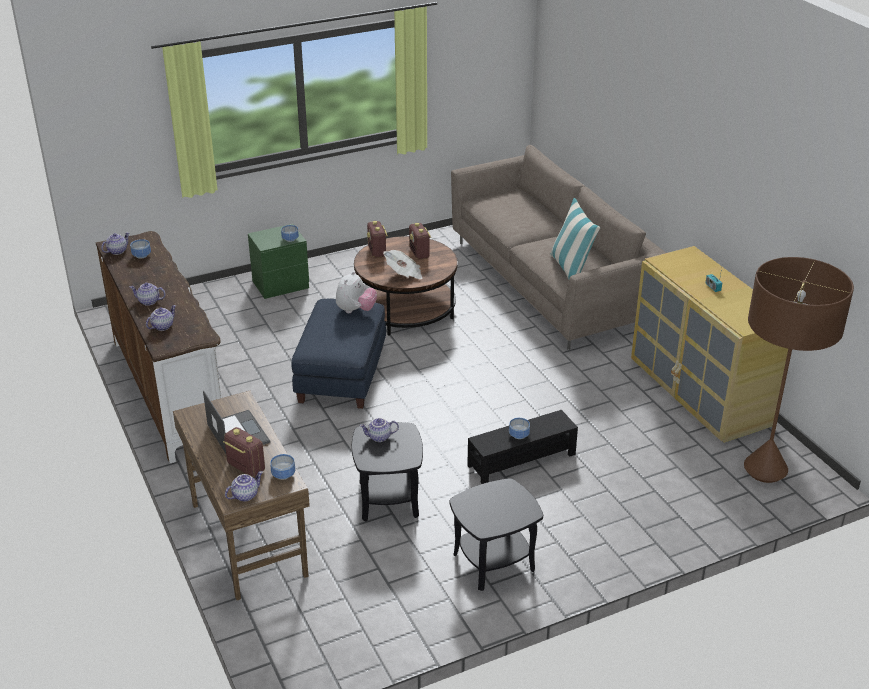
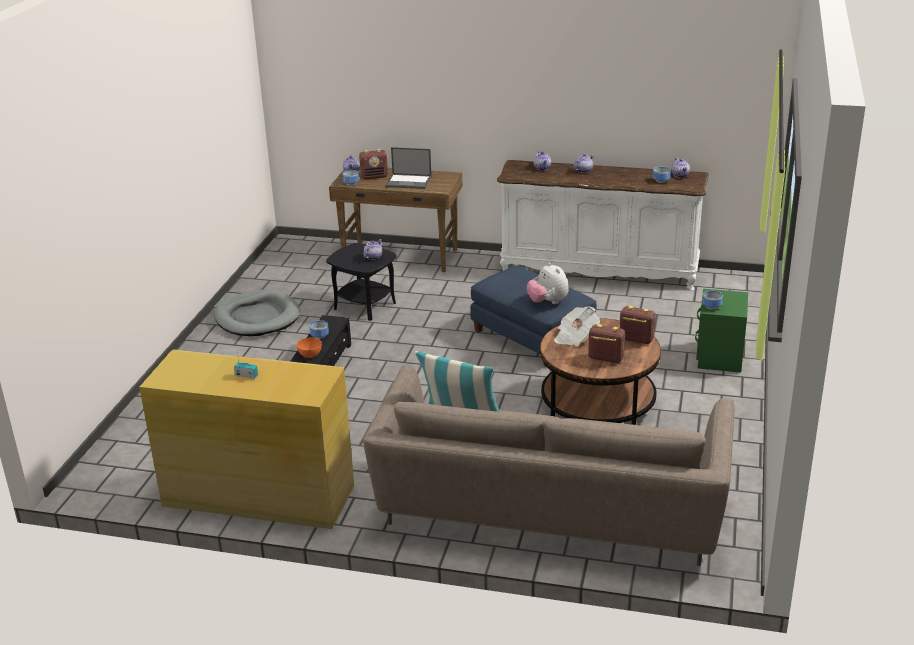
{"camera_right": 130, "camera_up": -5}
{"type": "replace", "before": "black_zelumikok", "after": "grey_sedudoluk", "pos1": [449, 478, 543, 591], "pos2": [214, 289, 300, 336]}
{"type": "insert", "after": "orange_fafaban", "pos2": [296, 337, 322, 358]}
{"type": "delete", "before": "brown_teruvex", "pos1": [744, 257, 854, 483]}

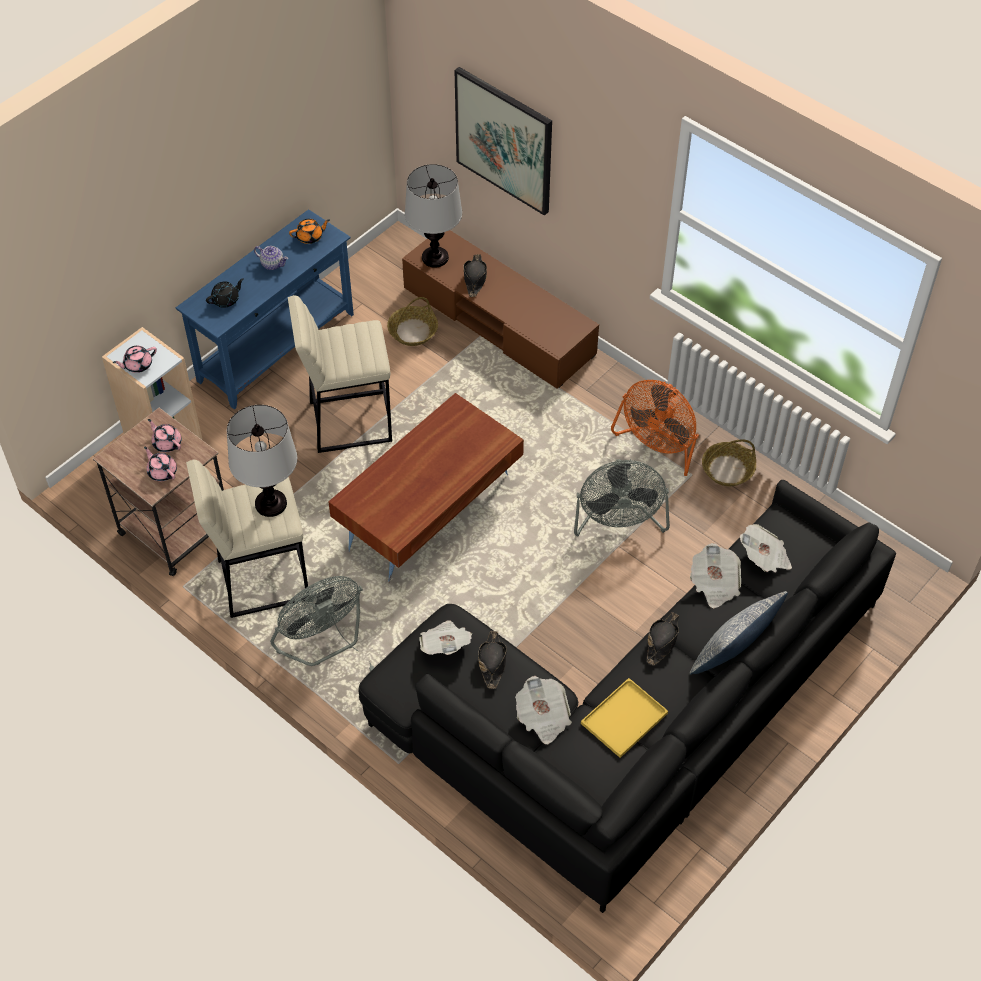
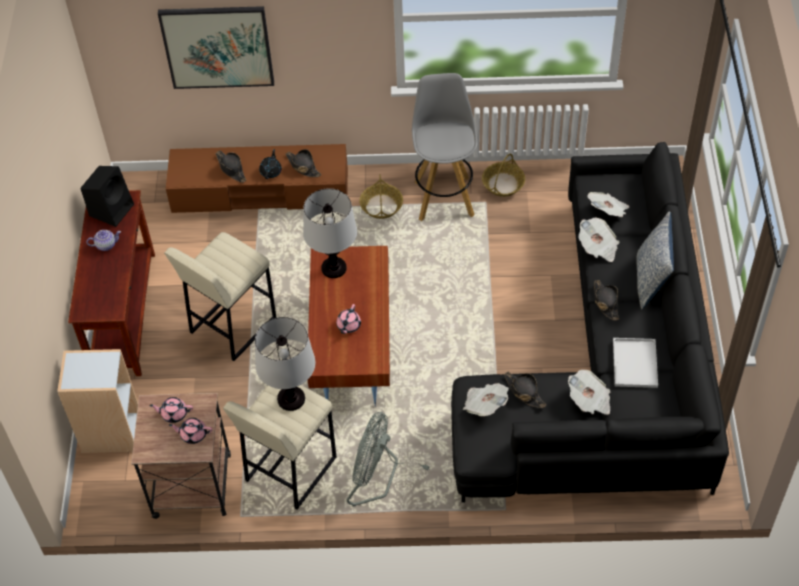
{"camera_right": -40, "camera_up": 0}
{"type": "recolor", "before": "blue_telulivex", "after": "brown_telulivex", "pos1": [176, 209, 354, 409], "pos2": [68, 190, 155, 376]}
{"type": "replace", "before": "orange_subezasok", "after": "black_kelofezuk", "pos1": [289, 219, 330, 244], "pos2": [81, 166, 134, 227]}
{"type": "move", "before": "black_subezasok", "pos1": [206, 278, 244, 308], "pos2": [259, 149, 282, 179]}
{"type": "insert", "after": "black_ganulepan", "pos2": [285, 149, 322, 177]}
{"type": "move", "before": "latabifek", "pos1": [405, 164, 462, 268], "pos2": [303, 188, 357, 278]}
{"type": "move", "before": "pink_subezasok", "pos1": [113, 346, 157, 373], "pos2": [336, 304, 361, 334]}
{"type": "move", "before": "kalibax", "pos1": [387, 297, 438, 346], "pos2": [359, 174, 403, 219]}
{"type": "replace", "before": "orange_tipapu", "after": "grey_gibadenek", "pos1": [611, 380, 699, 476], "pos2": [412, 73, 478, 221]}
{"type": "recolor", "before": "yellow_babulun", "after": "white_babulun", "pos1": [581, 678, 668, 758], "pos2": [613, 338, 658, 388]}
{"type": "delete", "before": "grey_tipapu", "pos1": [574, 459, 670, 537]}

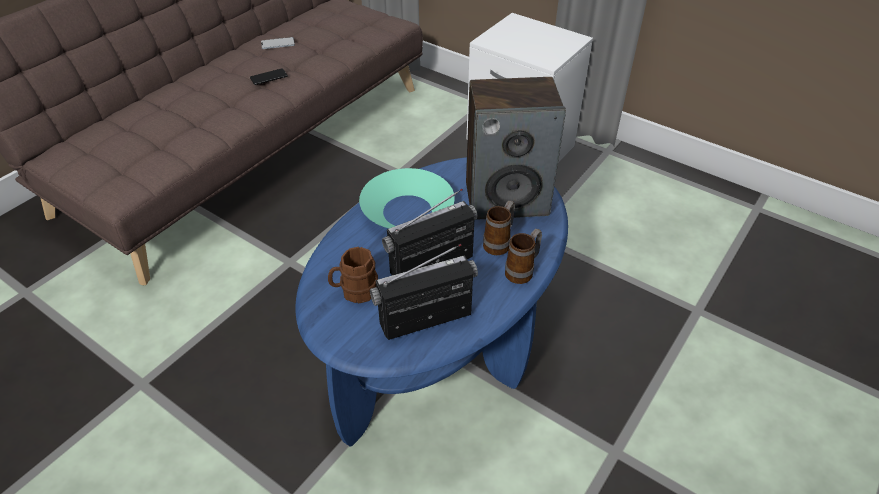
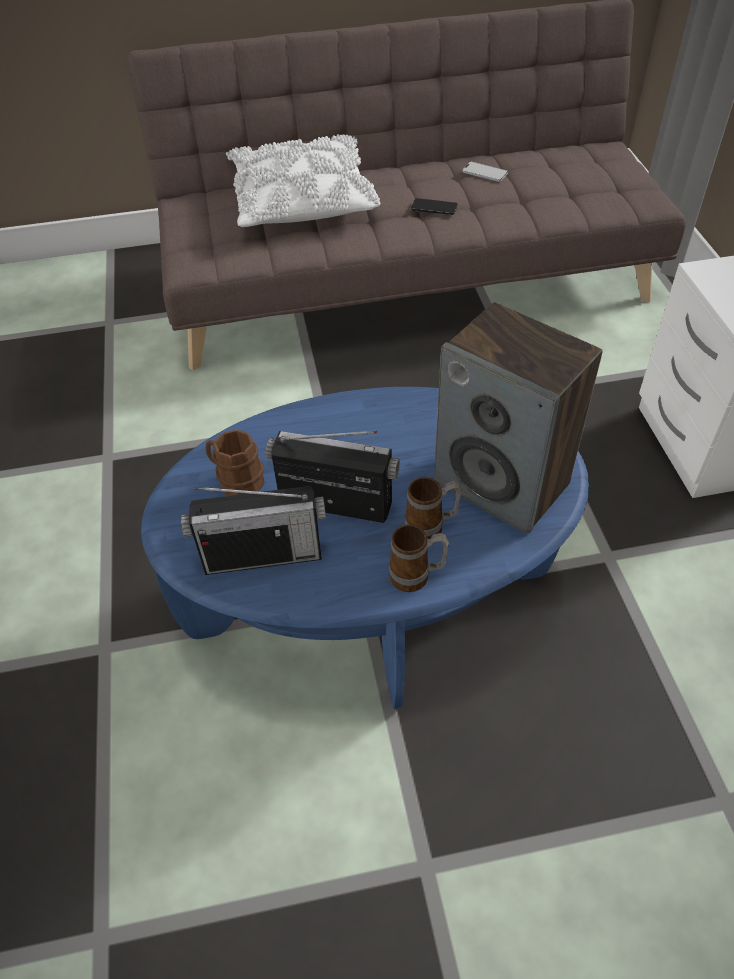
{"camera_right": 45, "camera_up": 5}
{"type": "rotate", "before": "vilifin", "pos1": [370, 244, 478, 340], "pos2": [181, 486, 326, 575], "turn": 150}
{"type": "insert", "after": "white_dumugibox", "pos2": [226, 134, 380, 227]}
{"type": "delete", "before": "turquoise_fafaban", "pos1": [359, 168, 455, 228]}

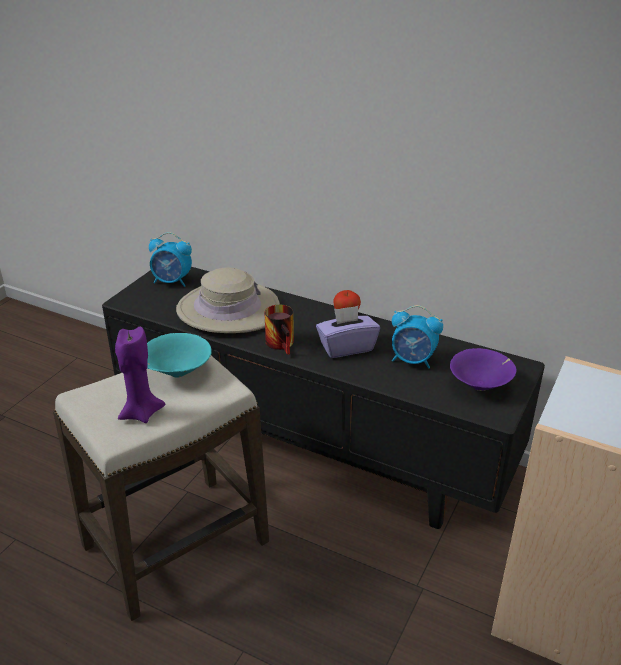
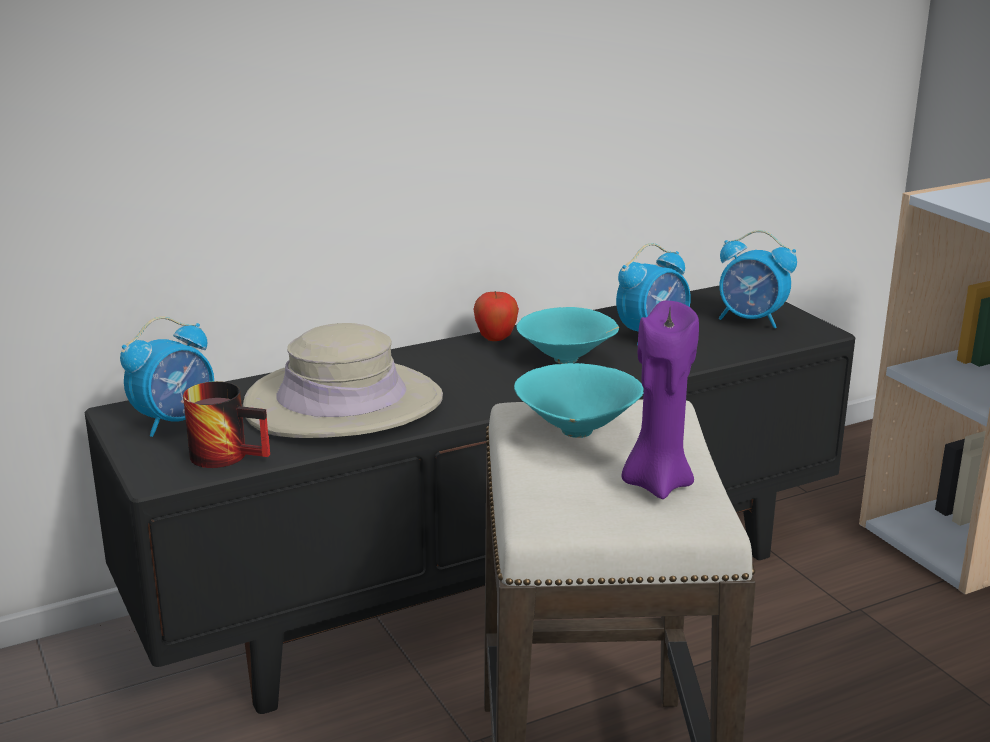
{"camera_right": -55, "camera_up": -10}
{"type": "move", "before": "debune", "pos1": [264, 304, 294, 355], "pos2": [183, 381, 270, 468]}
{"type": "replace", "before": "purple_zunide", "after": "turquoise_fafaban", "pos1": [316, 306, 380, 358], "pos2": [516, 307, 619, 364]}
{"type": "replace", "before": "purple_fafaban", "after": "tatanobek", "pos1": [450, 348, 517, 391], "pos2": [719, 230, 797, 328]}

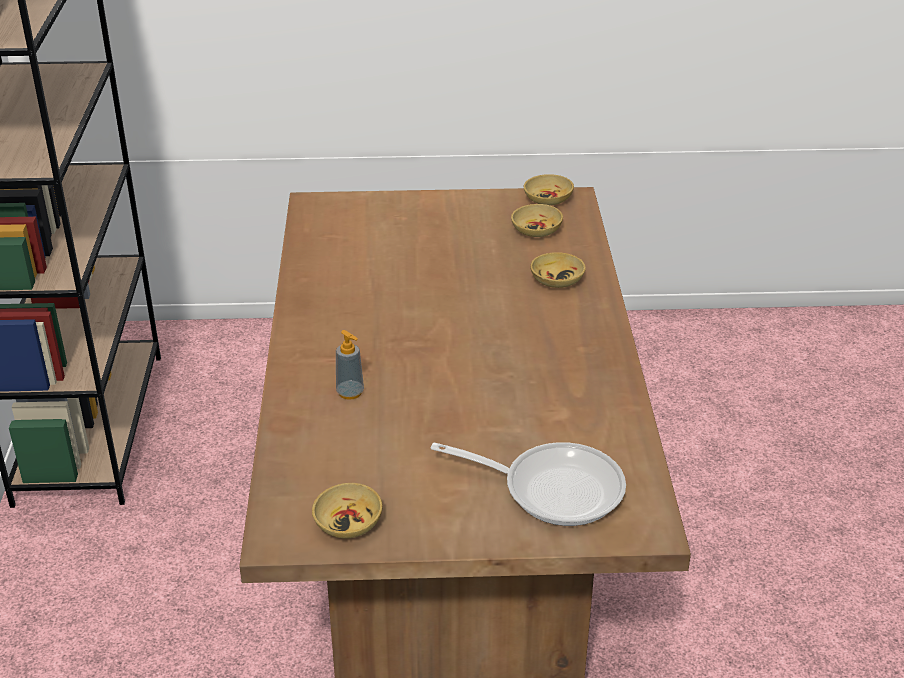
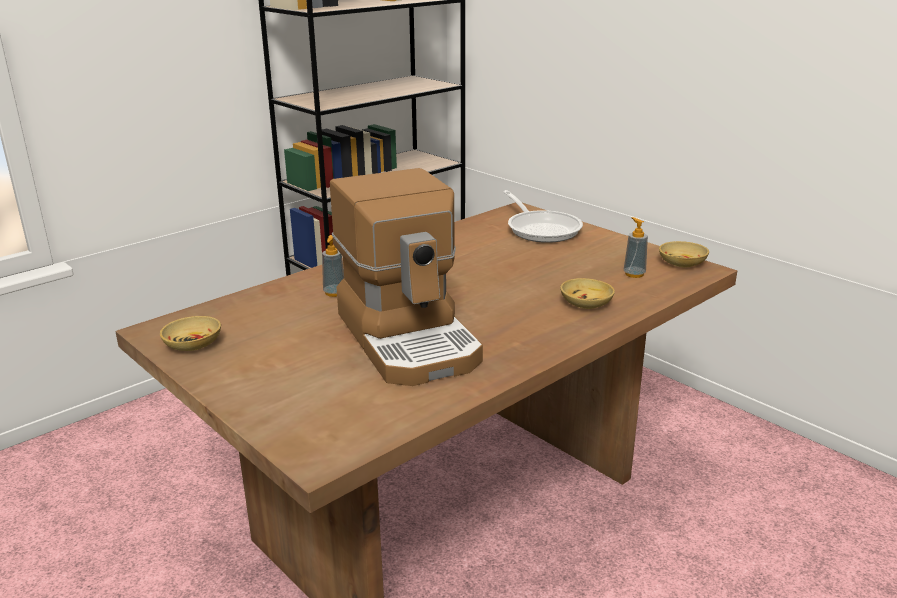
{"camera_right": 50, "camera_up": -10}
{"type": "insert", "after": "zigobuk", "pos2": [330, 168, 483, 386]}
{"type": "move", "before": "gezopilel", "pos1": [431, 442, 626, 526], "pos2": [503, 190, 583, 243]}
{"type": "replace", "before": "beige_fafaban", "after": "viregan", "pos1": [511, 204, 563, 237], "pos2": [624, 217, 648, 278]}

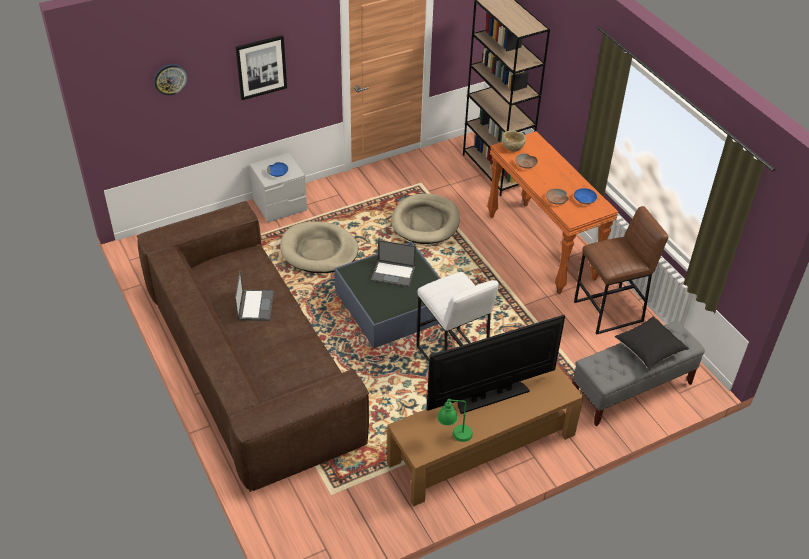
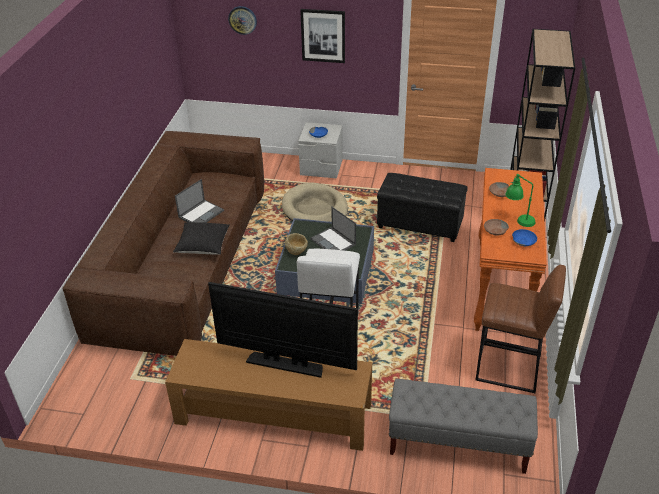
{"camera_right": 40, "camera_up": -5}
{"type": "move", "before": "black_dumugibox", "pos1": [614, 316, 689, 370], "pos2": [173, 222, 230, 255]}
{"type": "move", "before": "beige_fafaban", "pos1": [502, 131, 526, 152], "pos2": [285, 233, 308, 255]}
{"type": "replace", "before": "beige_sedudoluk", "after": "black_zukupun", "pos1": [391, 194, 460, 244], "pos2": [377, 173, 467, 242]}
{"type": "move", "before": "green_latabifek", "pos1": [437, 399, 473, 442], "pos2": [505, 174, 536, 227]}

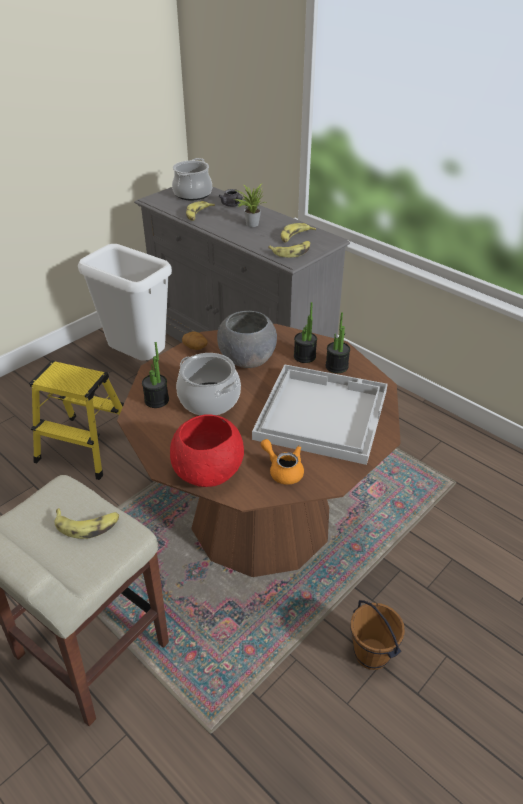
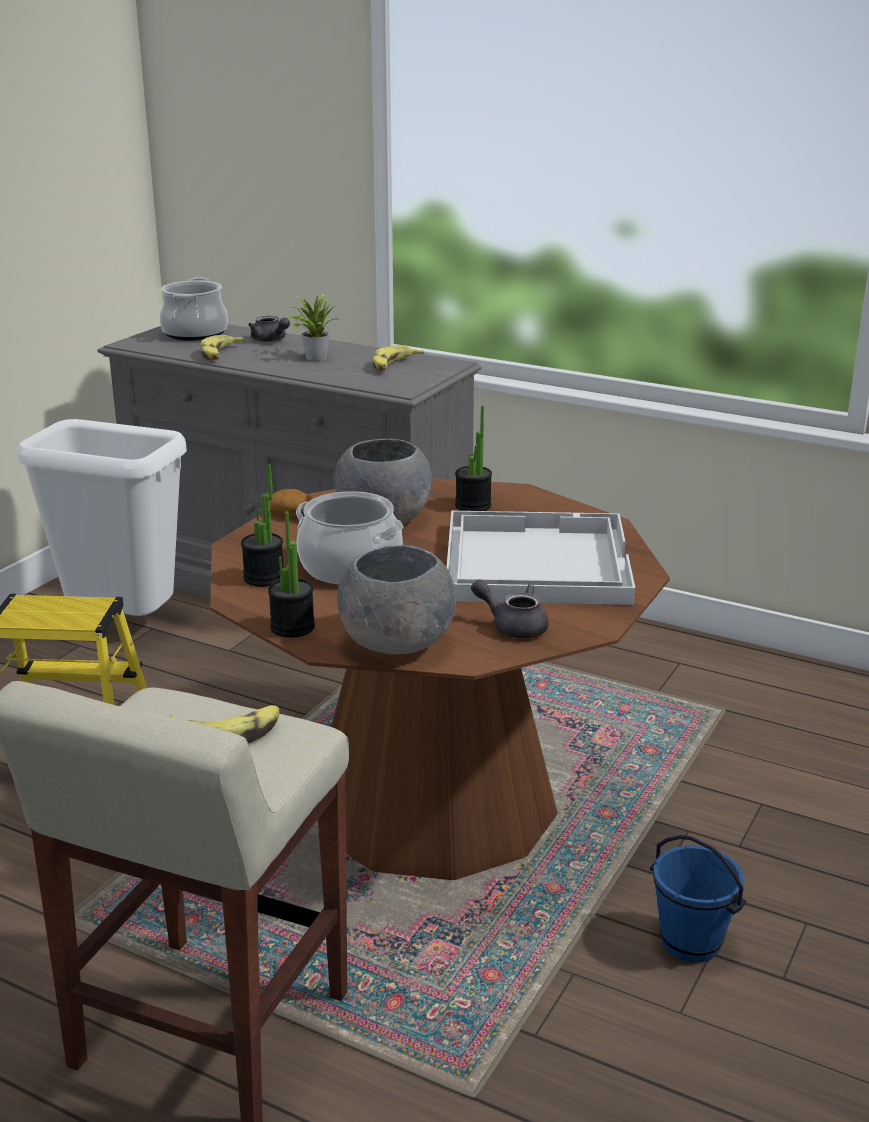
{"camera_right": -15, "camera_up": -15}
{"type": "move", "before": "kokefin", "pos1": [326, 312, 350, 373], "pos2": [268, 511, 315, 638]}
{"type": "recolor", "before": "red_fafaban", "after": "grey_fafaban", "pos1": [170, 414, 244, 487], "pos2": [337, 545, 456, 654]}
{"type": "recolor", "before": "orange_subezasok", "after": "grey_subezasok", "pos1": [260, 439, 304, 485], "pos2": [471, 579, 548, 638]}
{"type": "recolor", "before": "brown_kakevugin", "after": "blue_kakevugin", "pos1": [350, 600, 405, 670], "pos2": [650, 835, 746, 963]}
{"type": "delete", "before": "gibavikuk", "pos1": [268, 241, 310, 258]}

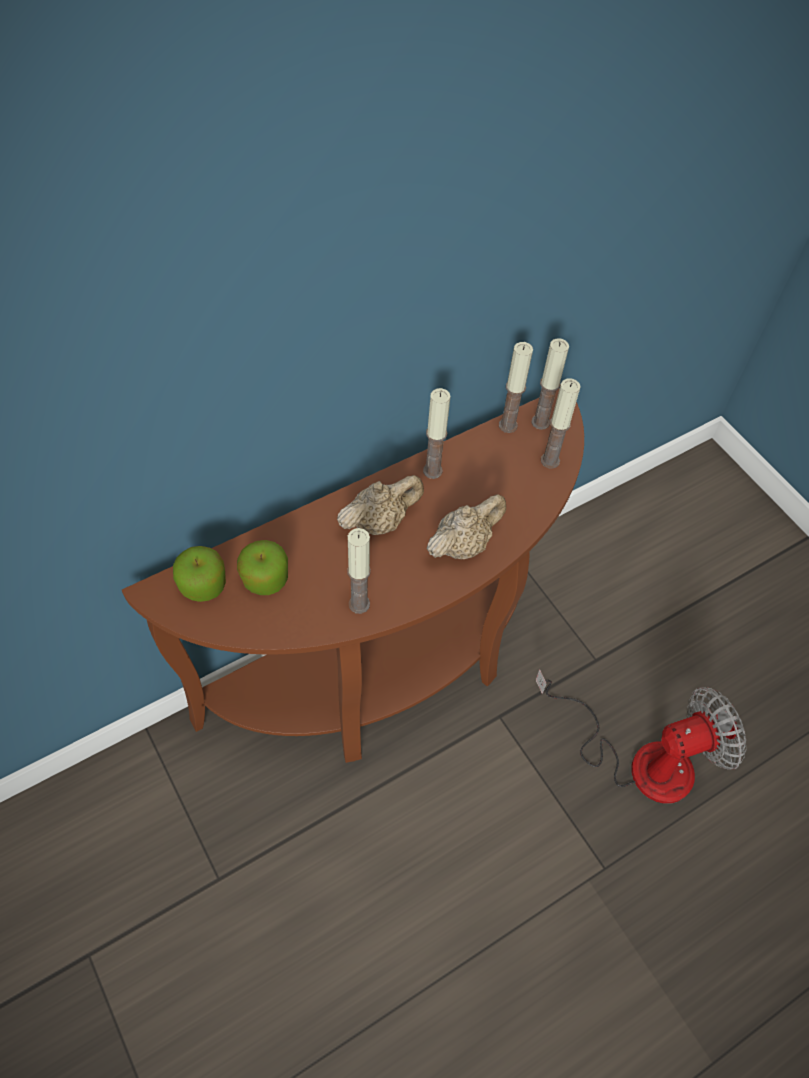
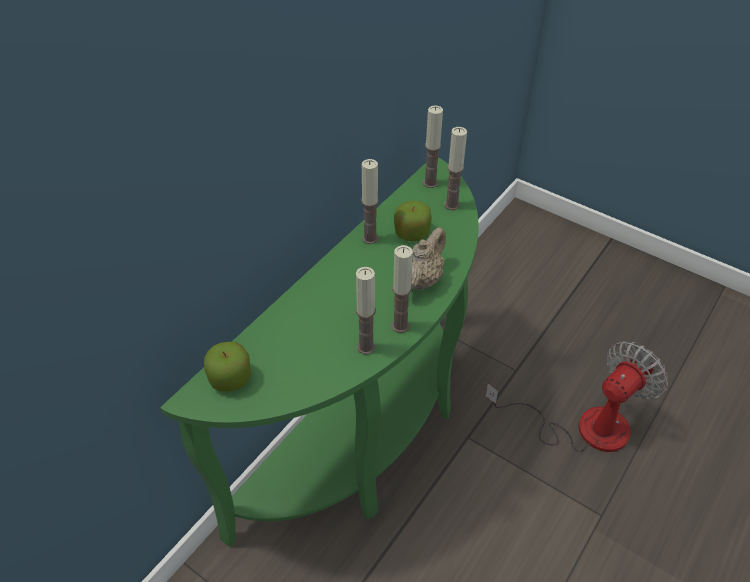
{"camera_right": -20, "camera_up": -10}
{"type": "recolor", "before": "brown_telulivex", "after": "green_telulivex", "pos1": [122, 388, 584, 763], "pos2": [160, 158, 479, 547]}
{"type": "move", "before": "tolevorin", "pos1": [499, 342, 533, 433], "pos2": [392, 245, 413, 333]}
{"type": "move", "before": "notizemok", "pos1": [237, 540, 288, 595], "pos2": [394, 200, 432, 241]}
{"type": "delete", "before": "beige_subezasok", "pos1": [337, 475, 424, 535]}

